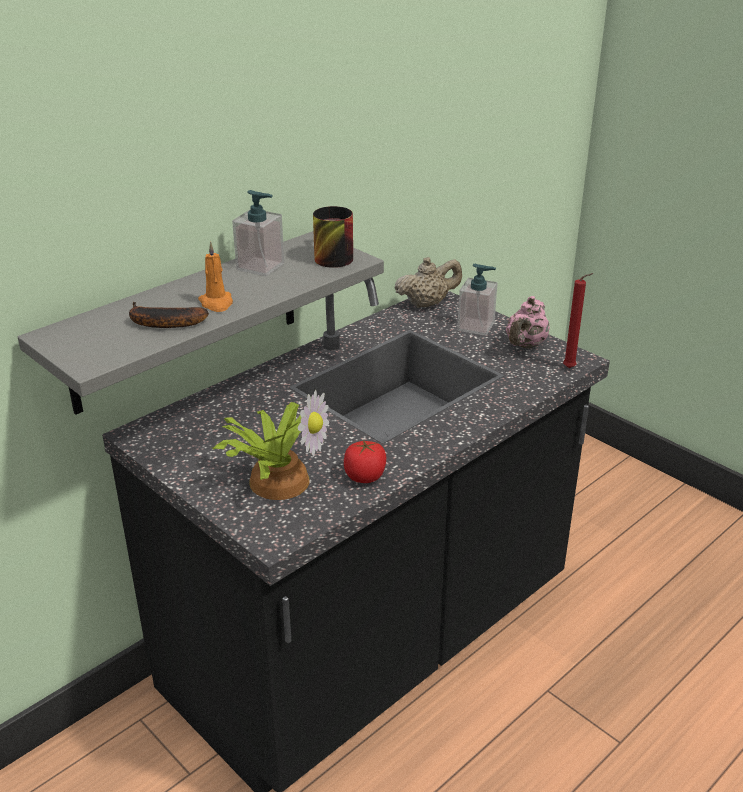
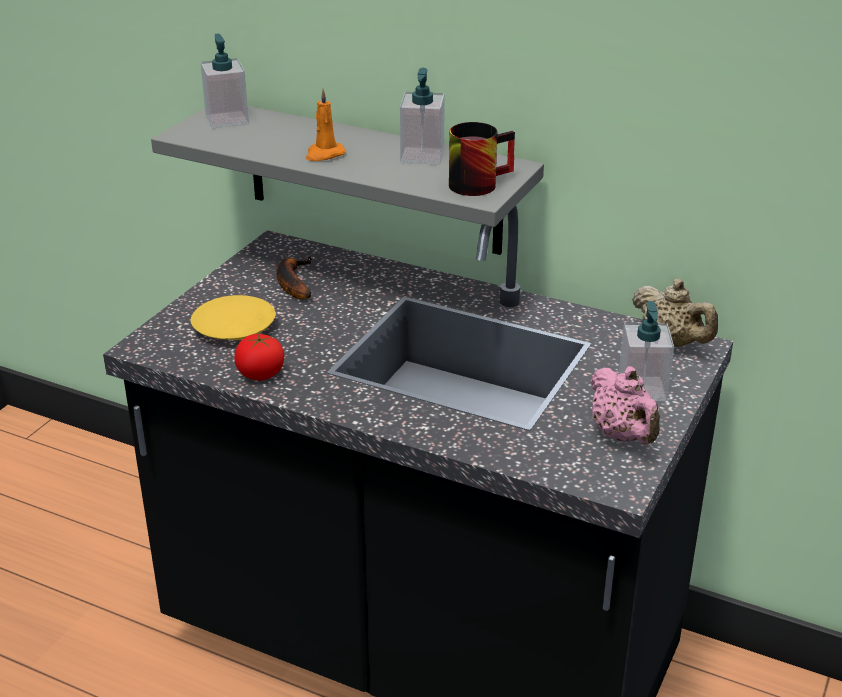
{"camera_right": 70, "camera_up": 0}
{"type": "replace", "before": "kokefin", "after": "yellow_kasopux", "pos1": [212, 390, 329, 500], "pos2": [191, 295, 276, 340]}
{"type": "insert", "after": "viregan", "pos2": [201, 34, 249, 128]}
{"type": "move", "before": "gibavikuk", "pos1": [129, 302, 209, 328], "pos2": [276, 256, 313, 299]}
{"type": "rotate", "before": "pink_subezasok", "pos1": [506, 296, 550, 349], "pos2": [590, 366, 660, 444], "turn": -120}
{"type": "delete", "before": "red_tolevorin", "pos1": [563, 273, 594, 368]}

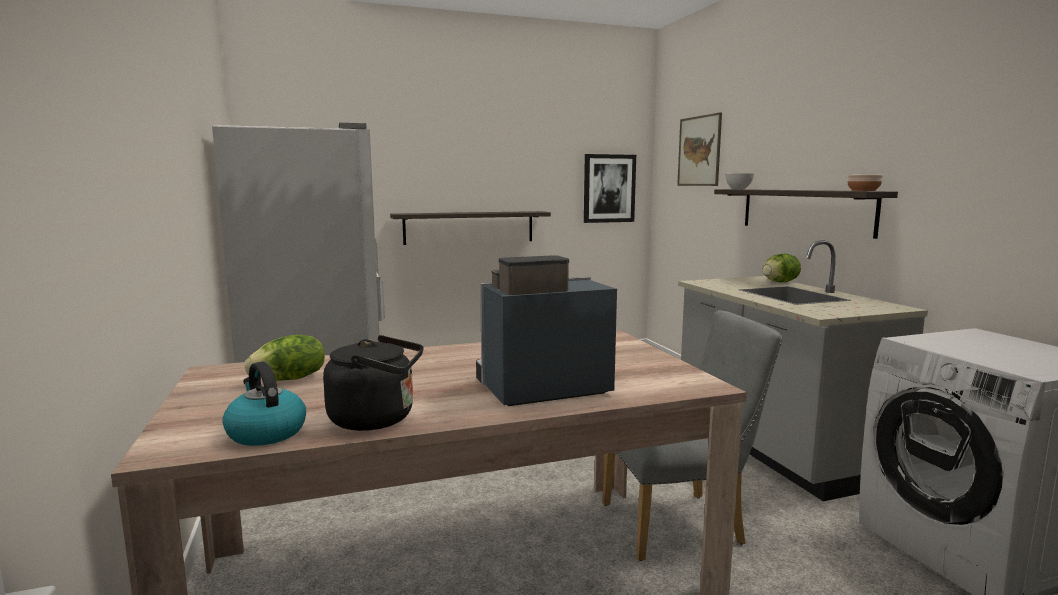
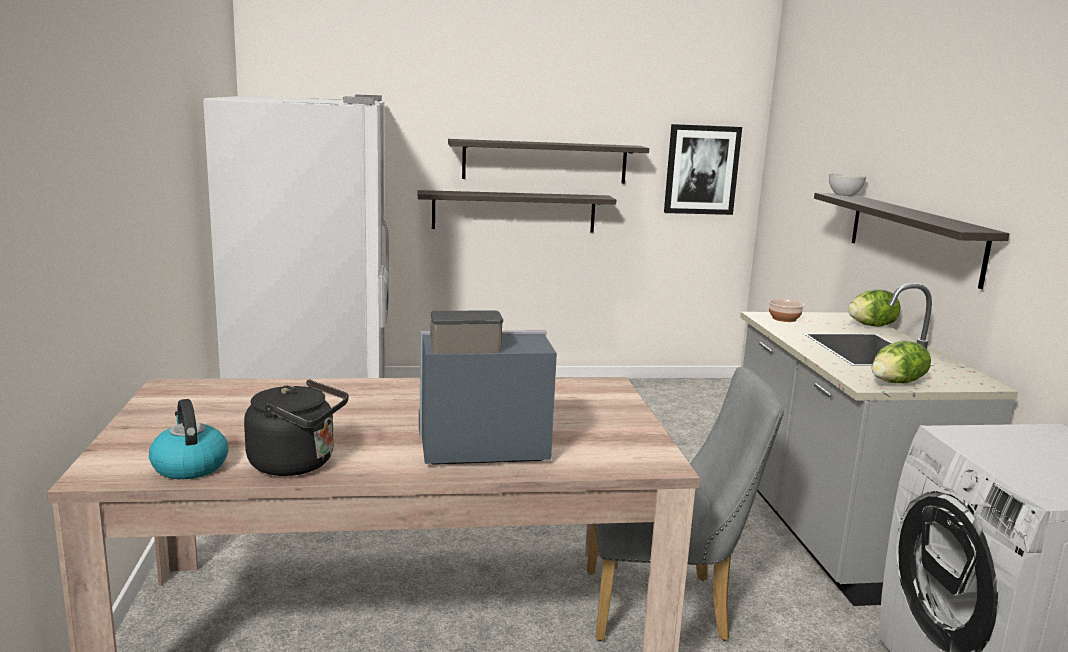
{"camera_right": 10, "camera_up": 5}
{"type": "insert", "after": "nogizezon", "pos2": [448, 139, 649, 184]}
{"type": "move", "before": "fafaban", "pos1": [847, 175, 883, 191], "pos2": [769, 299, 804, 322]}
{"type": "move", "before": "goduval", "pos1": [245, 335, 325, 381], "pos2": [872, 341, 931, 383]}
{"type": "delete", "before": "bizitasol", "pos1": [677, 112, 722, 186]}

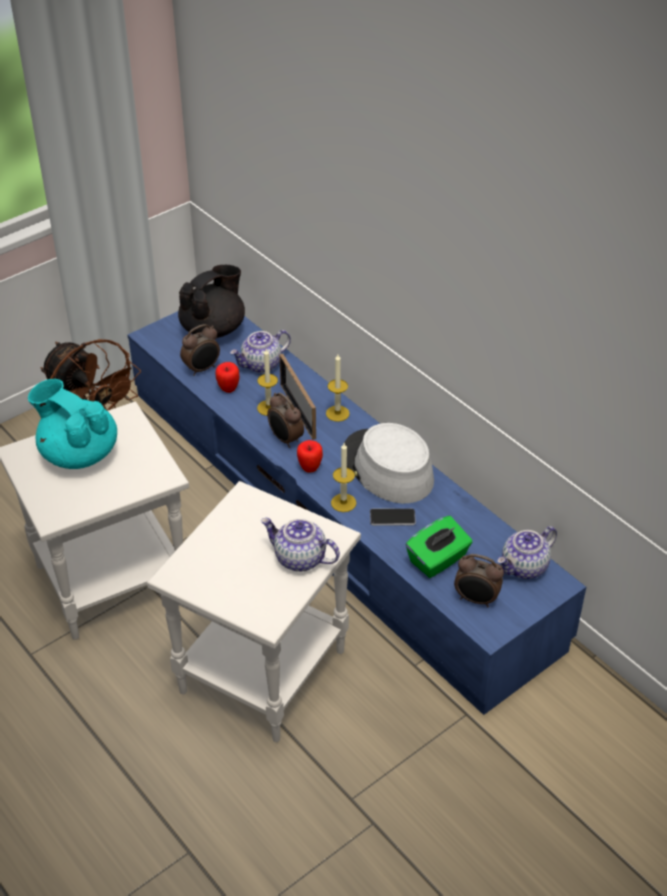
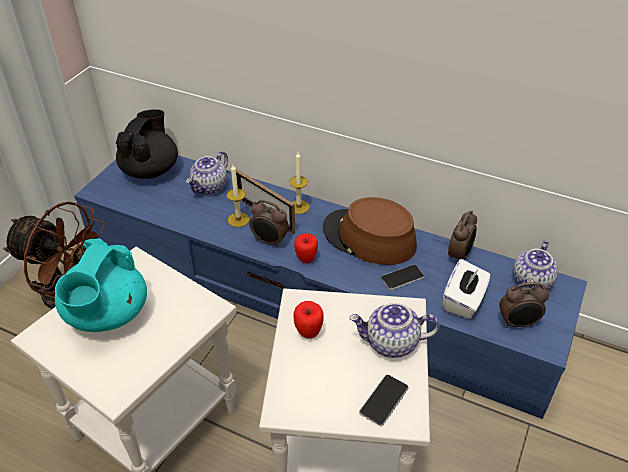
{"camera_right": -25, "camera_up": 0}
{"type": "rotate", "before": "turquoise_subezasok", "pos1": [28, 379, 117, 469], "pos2": [55, 239, 147, 332], "turn": -90}
{"type": "move", "before": "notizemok", "pos1": [216, 362, 239, 393], "pos2": [293, 301, 324, 339]}
{"type": "recolor", "before": "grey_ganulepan", "after": "brown_ganulepan", "pos1": [345, 423, 434, 503], "pos2": [323, 197, 417, 265]}
{"type": "insert", "after": "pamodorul", "pos2": [359, 375, 409, 426]}
{"type": "recolor", "before": "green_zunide", "after": "white_zunide", "pos1": [406, 516, 473, 578], "pos2": [443, 259, 490, 319]}
{"type": "move", "before": "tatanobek", "pos1": [180, 324, 220, 376], "pos2": [448, 211, 477, 260]}
{"type": "delete", "before": "tolevorin", "pos1": [331, 443, 357, 512]}

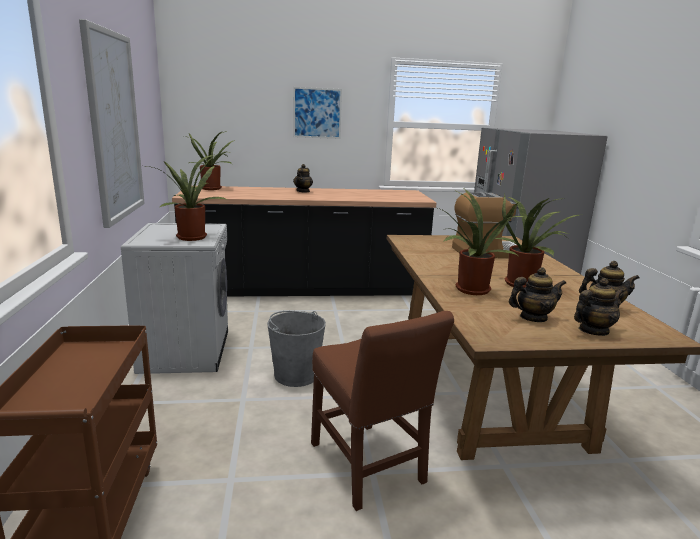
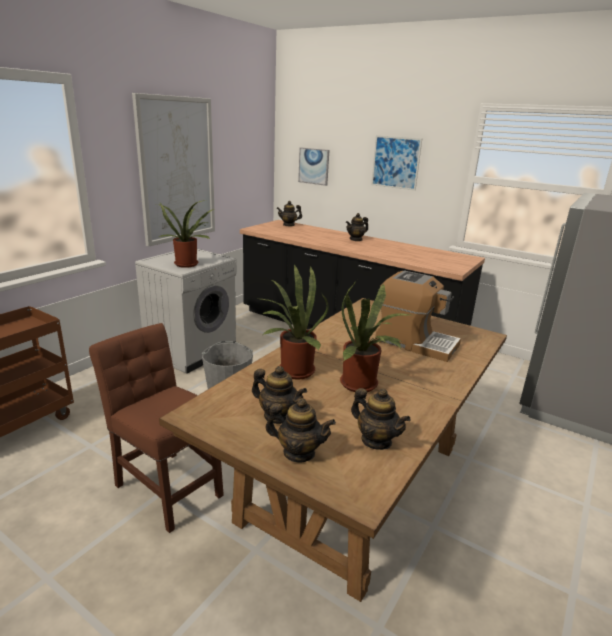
{"camera_right": 40, "camera_up": 5}
{"type": "rotate", "before": "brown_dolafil", "pos1": [311, 311, 454, 511], "pos2": [89, 323, 224, 533], "turn": 120}
{"type": "replace", "before": "kokefin", "after": "subezasok", "pos1": [184, 131, 235, 190], "pos2": [277, 201, 302, 226]}
{"type": "insert", "after": "bizitasol", "pos2": [298, 147, 329, 186]}

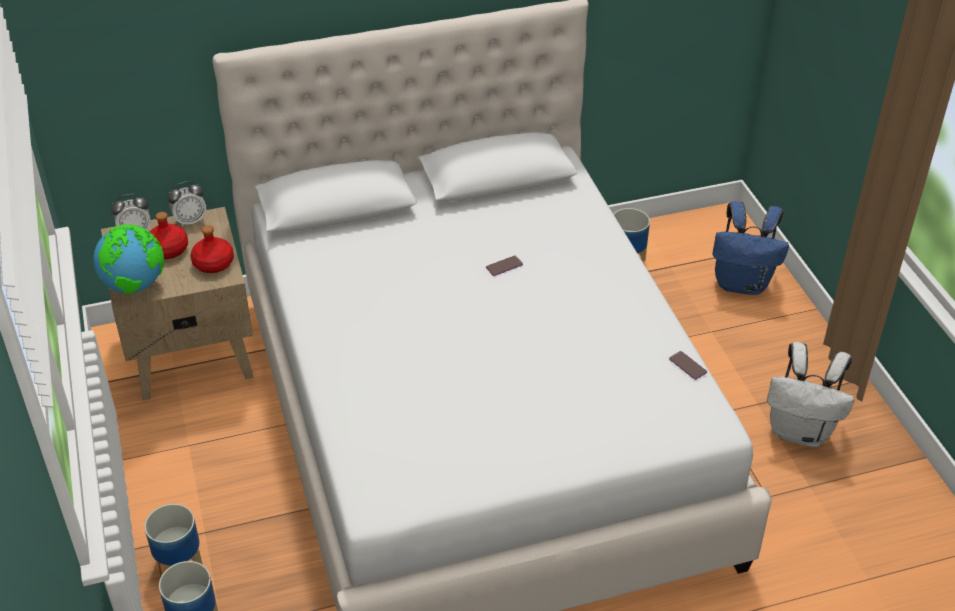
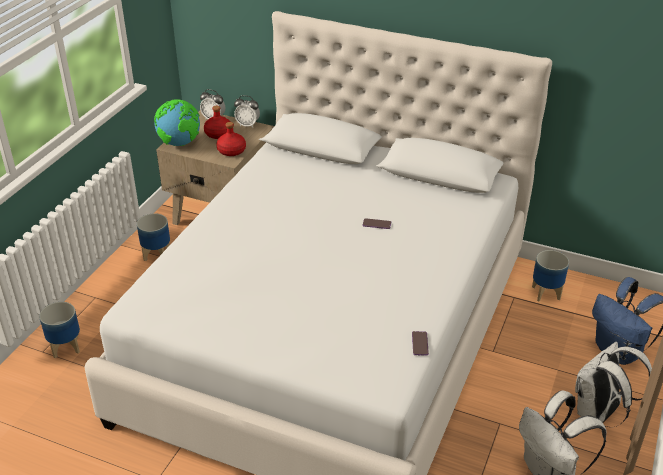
{"camera_right": 40, "camera_up": -5}
{"type": "move", "before": "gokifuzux", "pos1": [144, 504, 203, 570], "pos2": [137, 213, 170, 261]}
{"type": "insert", "after": "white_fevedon", "pos2": [575, 342, 652, 427]}

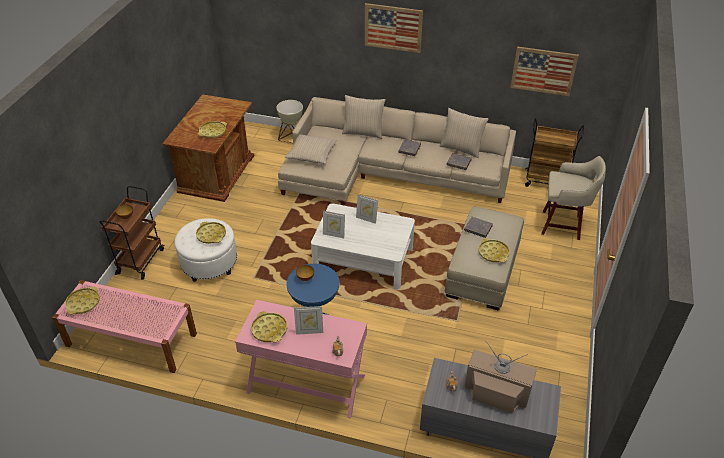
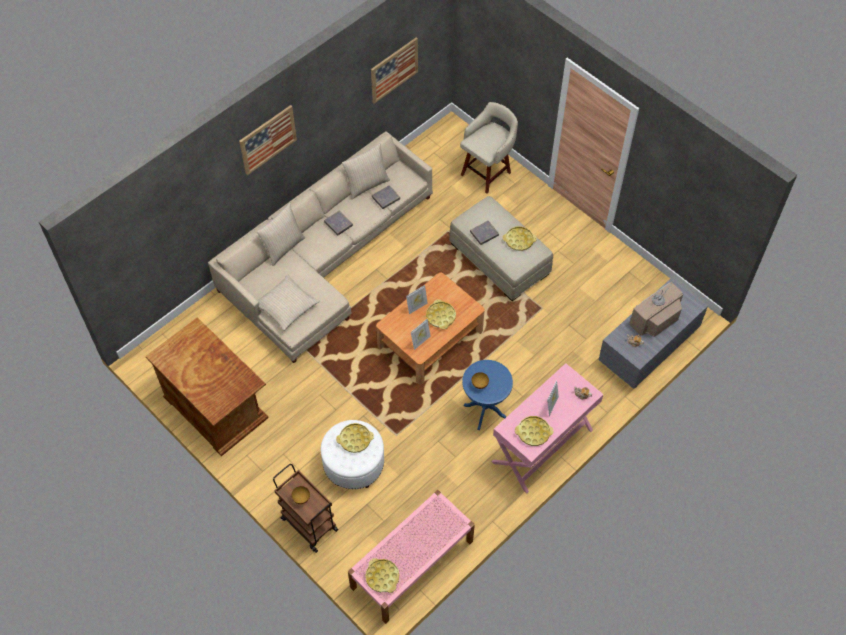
{"camera_right": -60, "camera_up": 15}
{"type": "recolor", "before": "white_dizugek", "after": "brown_dizugek", "pos1": [311, 203, 415, 290], "pos2": [376, 273, 485, 384]}
{"type": "move", "before": "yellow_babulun", "pos1": [198, 121, 227, 138], "pos2": [426, 299, 456, 329]}
{"type": "delete", "before": "gokifuzux", "pos1": [276, 100, 303, 143]}
{"type": "delete", "before": "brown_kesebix", "pos1": [525, 118, 584, 187]}

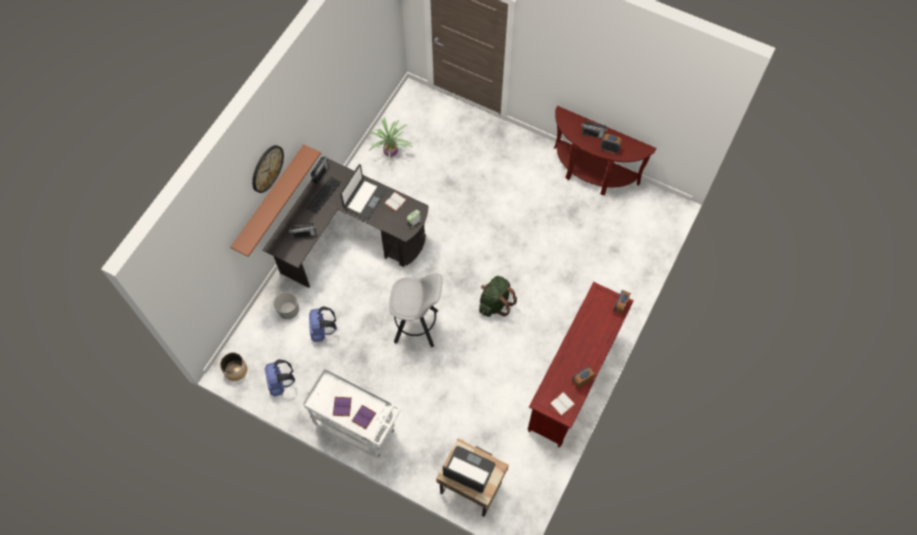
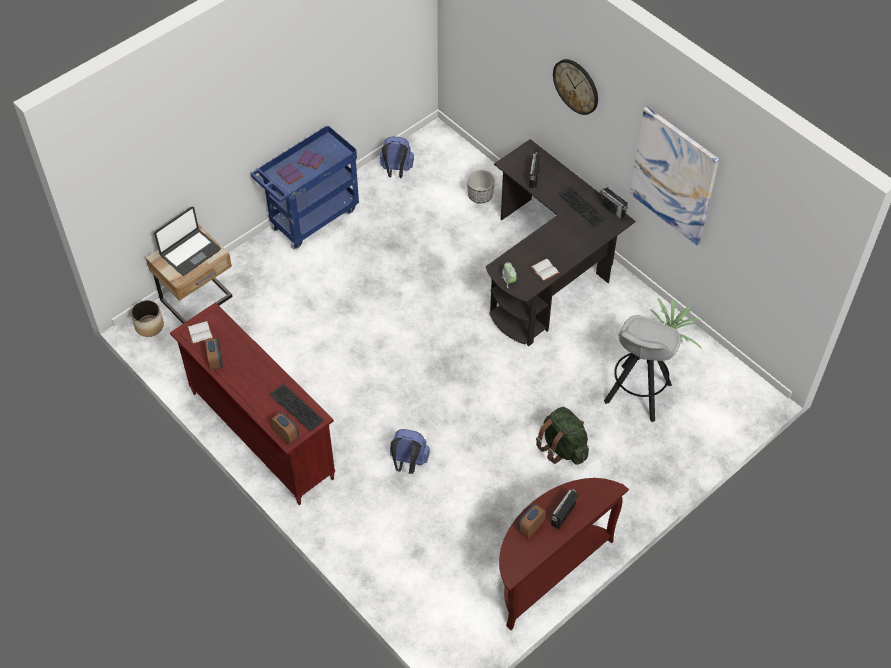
{"camera_right": 110, "camera_up": -10}
{"type": "move", "before": "gokifuzux", "pos1": [220, 352, 247, 381], "pos2": [131, 300, 164, 337]}
{"type": "recolor", "before": "white_kesebix", "after": "blue_kesebix", "pos1": [303, 369, 401, 457], "pos2": [251, 126, 359, 249]}
{"type": "insert", "after": "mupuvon", "pos2": [269, 384, 324, 431]}
{"type": "move", "before": "blue_fevedon", "pos1": [309, 306, 337, 342], "pos2": [390, 429, 430, 474]}
{"type": "move", "before": "green_fevedon", "pos1": [479, 276, 517, 317], "pos2": [536, 407, 589, 465]}
{"type": "move", "before": "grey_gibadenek", "pos1": [389, 274, 442, 347], "pos2": [604, 315, 681, 422]}
{"type": "insert", "after": "bizitasol", "pos2": [630, 106, 719, 245]}
{"type": "delete", "before": "brown_nogizezon", "pos1": [230, 144, 321, 257]}
{"type": "delete", "before": "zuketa", "pos1": [340, 164, 387, 219]}

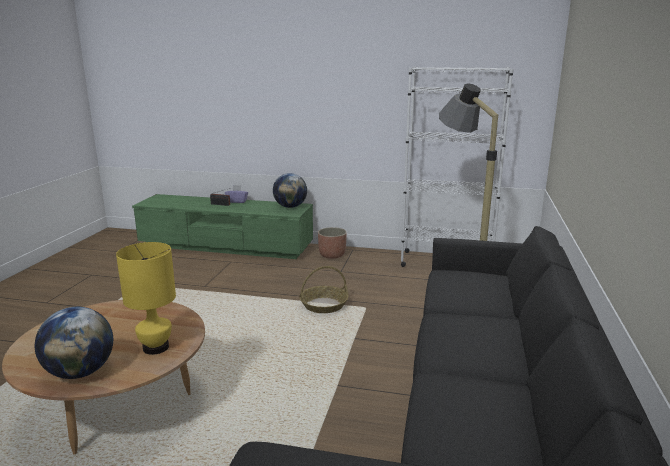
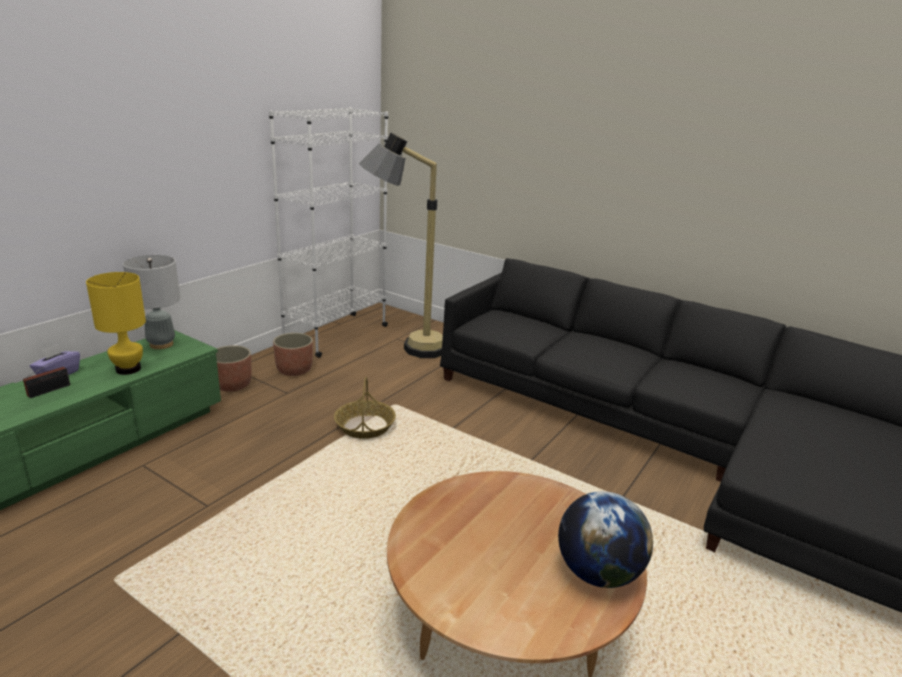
{"camera_right": -70, "camera_up": 5}
{"type": "move", "before": "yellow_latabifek", "pos1": [116, 242, 176, 355], "pos2": [86, 272, 146, 375]}
{"type": "replace", "before": "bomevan", "after": "grey_latabifek", "pos1": [273, 173, 307, 208], "pos2": [123, 255, 180, 349]}
{"type": "insert", "after": "gokifuzux", "pos2": [273, 333, 313, 376]}

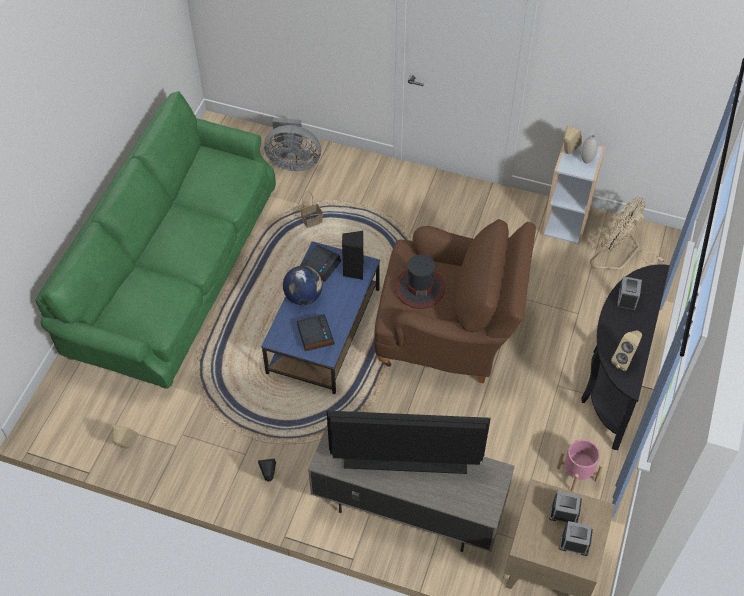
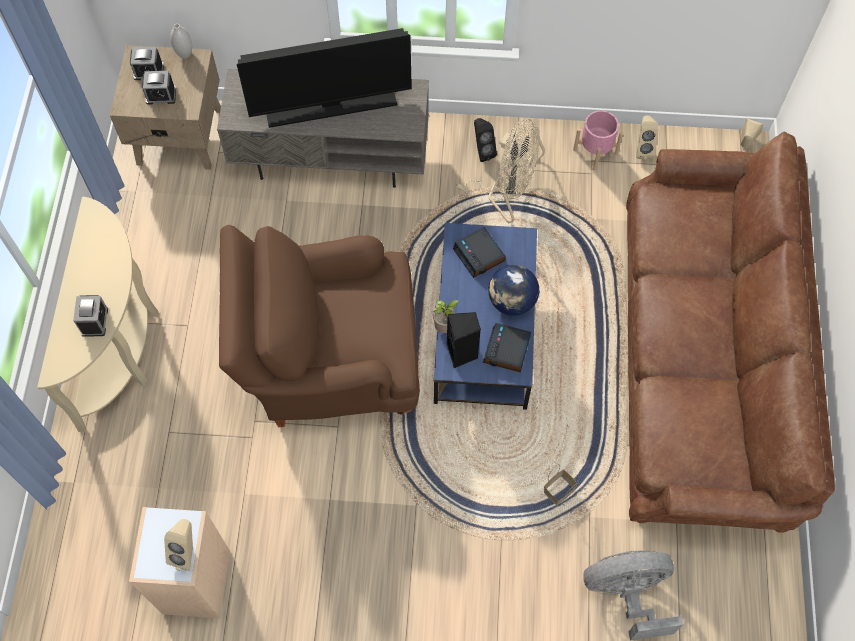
{"camera_right": 165, "camera_up": 10}
{"type": "recolor", "before": "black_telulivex", "after": "beige_telulivex", "pos1": [581, 264, 670, 450], "pos2": [37, 197, 159, 433]}
{"type": "move", "before": "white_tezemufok", "pos1": [581, 134, 598, 164], "pos2": [170, 24, 192, 59]}
{"type": "insert", "after": "kokefin", "pos2": [433, 300, 460, 333]}
{"type": "move", "before": "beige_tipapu", "pos1": [590, 197, 664, 270], "pos2": [456, 119, 545, 224]}
{"type": "move", "before": "pink_gokifuzux", "pos1": [557, 439, 603, 492], "pos2": [573, 110, 623, 170]}
{"type": "recolor", "before": "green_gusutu", "after": "brown_gusutu", "pos1": [35, 91, 276, 388], "pos2": [626, 131, 835, 533]}
{"type": "move", "before": "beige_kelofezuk", "pos1": [611, 330, 642, 371], "pos2": [741, 118, 764, 148]}
{"type": "delete", "before": "ganulepan", "pos1": [395, 255, 445, 309]}

